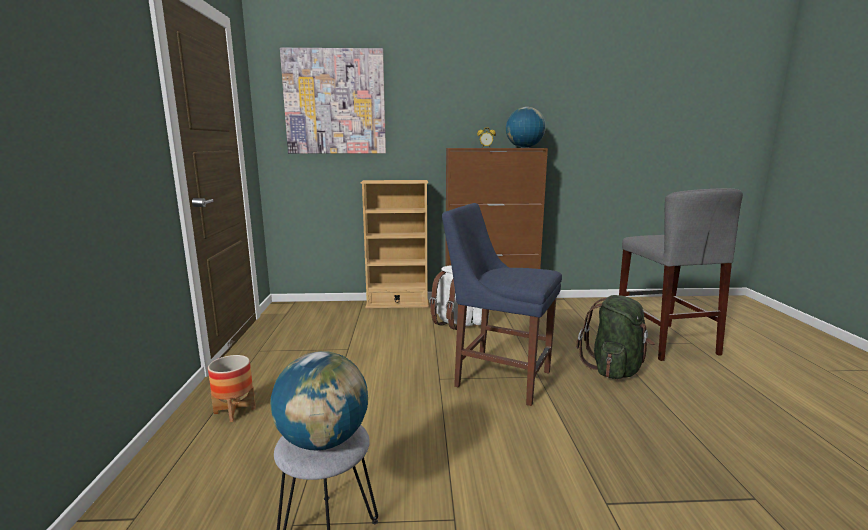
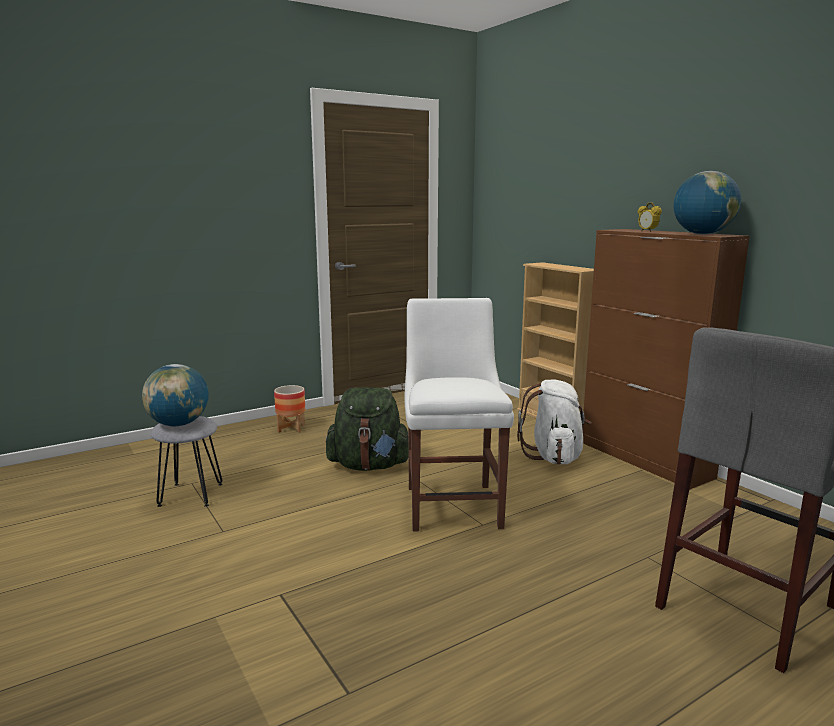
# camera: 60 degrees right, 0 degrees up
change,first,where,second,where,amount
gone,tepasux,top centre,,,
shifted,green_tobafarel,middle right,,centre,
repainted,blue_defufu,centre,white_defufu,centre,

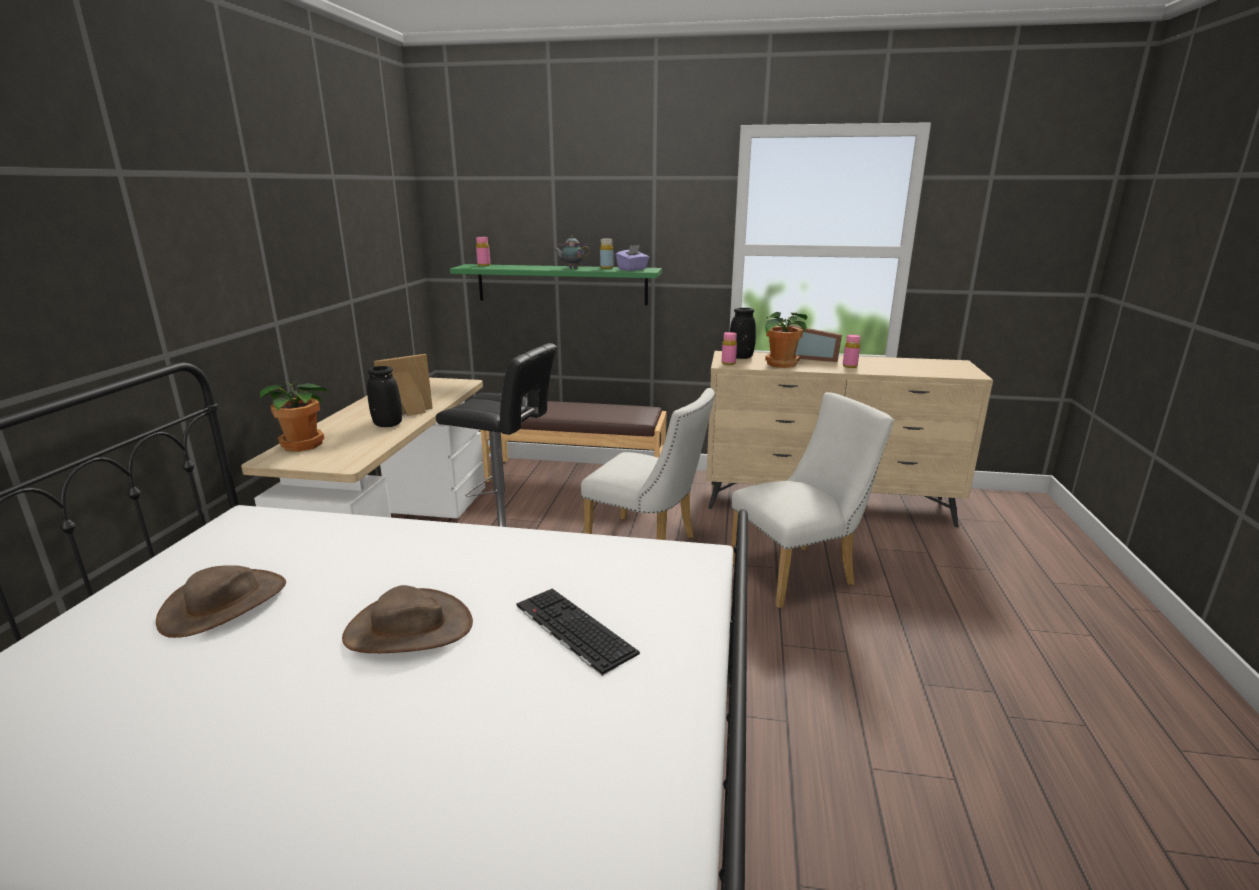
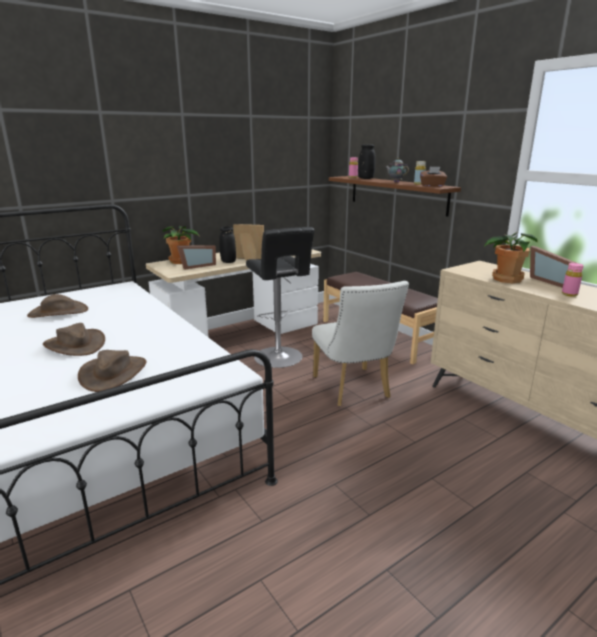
# camera: 45 degrees right, 0 degrees up
change,first,where,second,where,amount
gone,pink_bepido (no. 2 from left),centre,,,
gone,white_defufu (no. 2 from left),centre,,,
new,,,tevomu (no. 1 from left),middle left,
shifted,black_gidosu (no. 2 from left),centre,,top centre,
swapped,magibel,bottom centre,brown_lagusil (no. 3 from left),middle left,
repainted,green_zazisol,top centre,brown_zazisol,top centre,
repainted,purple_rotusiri,top centre,brown_rotusiri,top right,

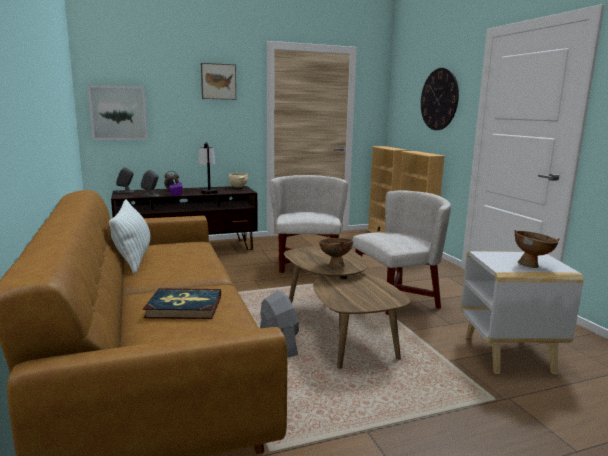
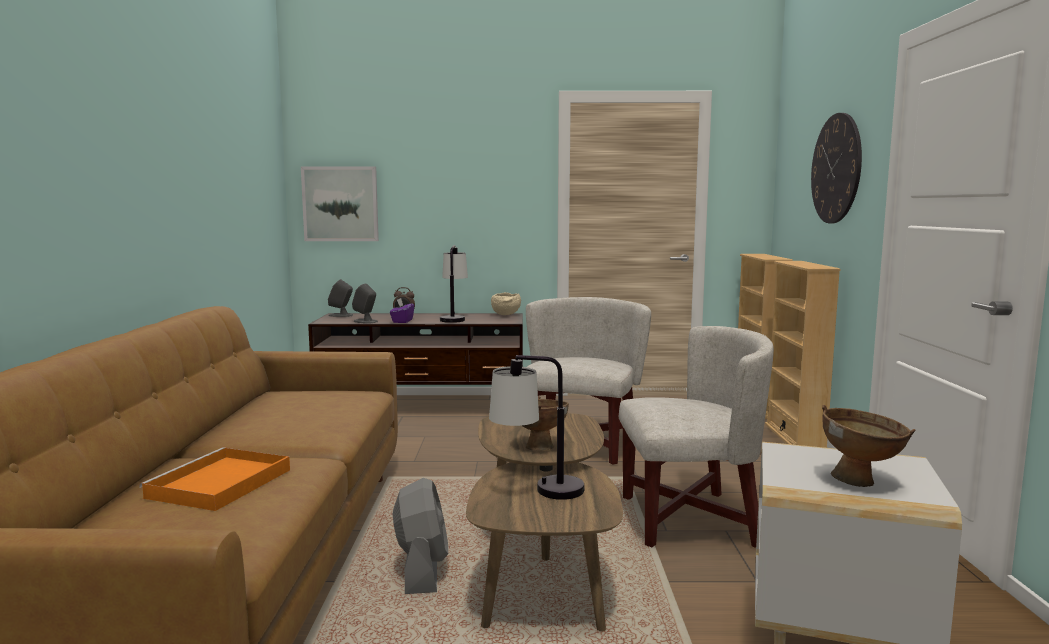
# camera: 20 degrees right, 5 degrees down
change,first,where,second,where,amount
gone,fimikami,middle left,,,
gone,tepasux (no. 2 from left),top centre,,,
new,,,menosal (no. 2 from left),centre,
swapped,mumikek,middle left,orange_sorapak,bottom left,

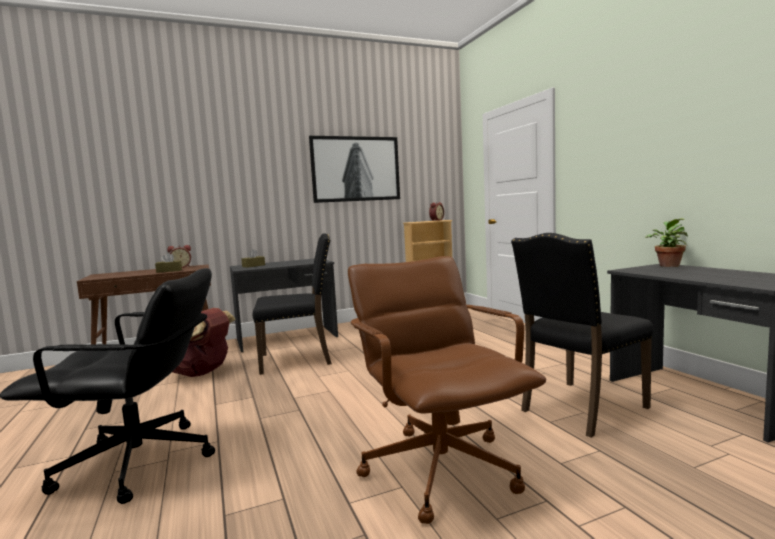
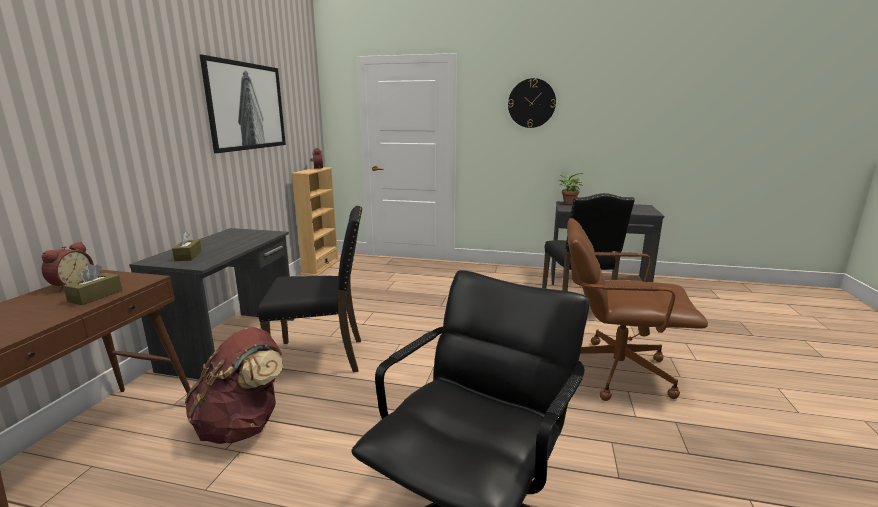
# camera: 55 degrees left, 10 degrees up
change,first,where,second,where,amount
new,,,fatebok,top centre,
rotated,black_defufu (no. 1 from left),centre,,centre,60 degrees clockwise

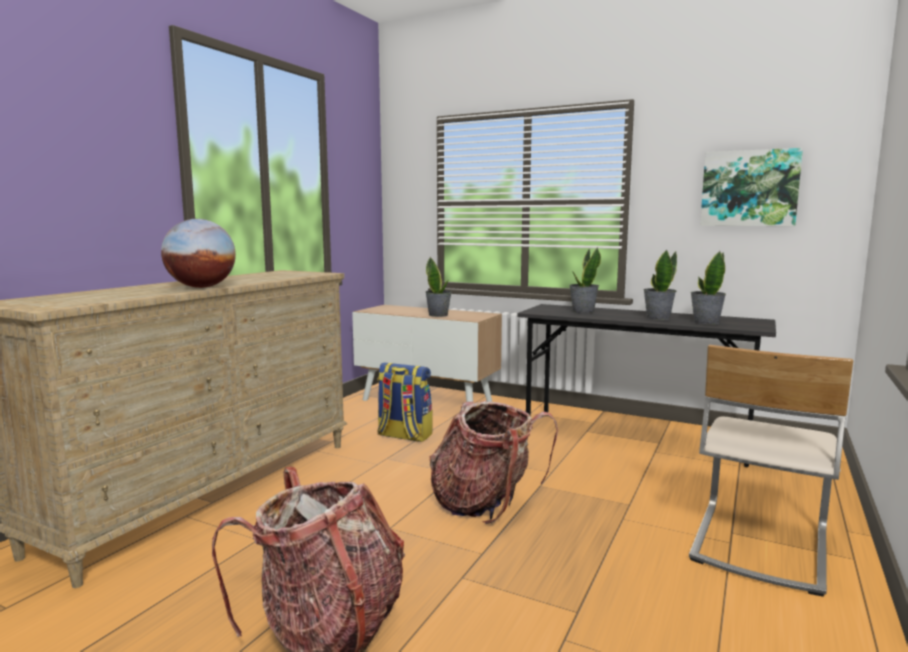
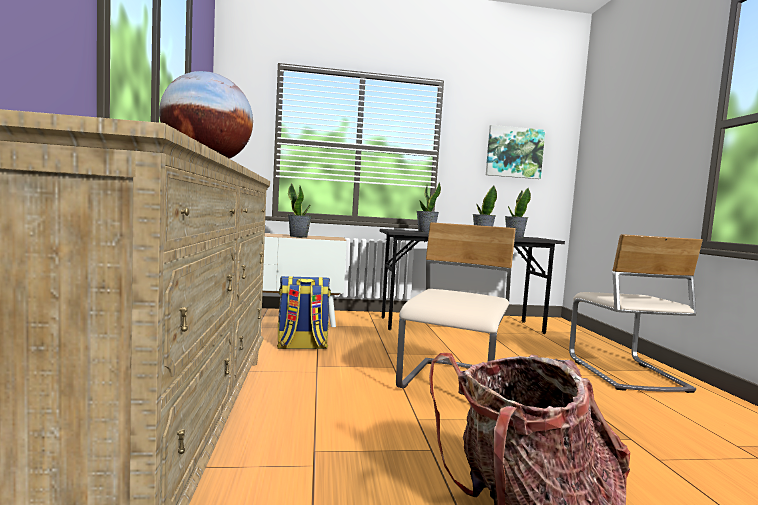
# camera: 35 degrees left, 5 degrees down
change,first,where,second,where,amount
swapped,tobafarel (no. 3 from left),bottom centre,beige_defufu (no. 1 from left),centre,

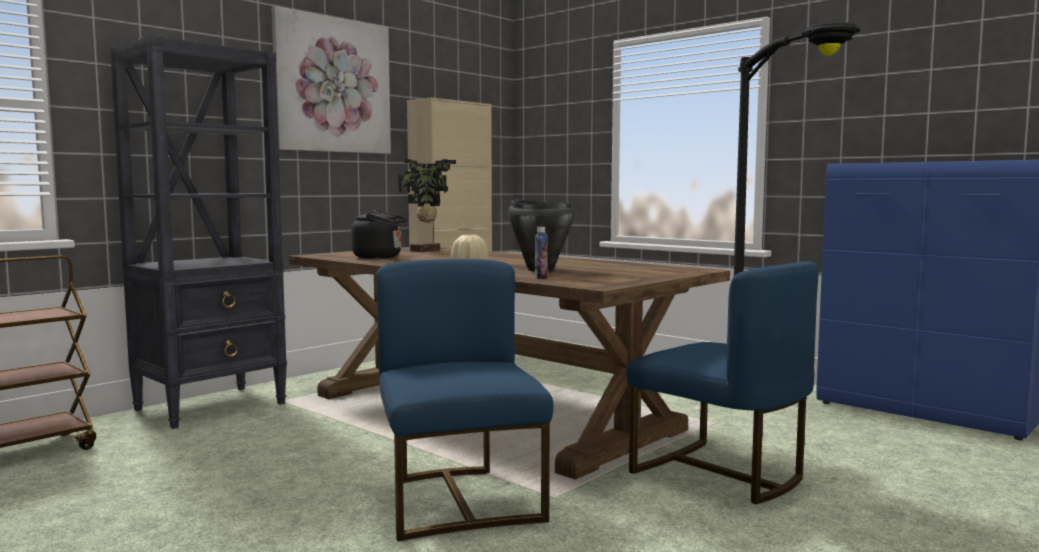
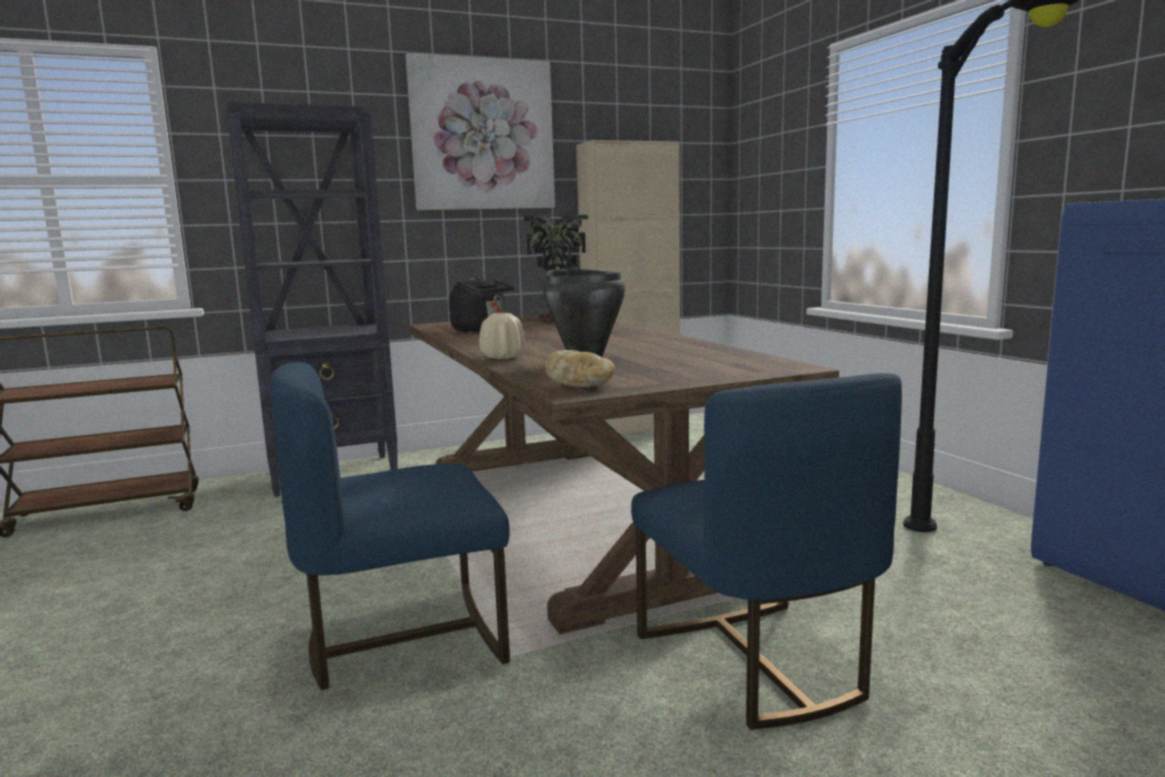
# camera: 25 degrees right, 5 degrees up
change,first,where,second,where,amount
gone,bepido,centre,,,
new,,,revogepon,centre,
rotated,blue_defufu (no. 1 from left),bottom centre,,bottom centre,120 degrees counterclockwise

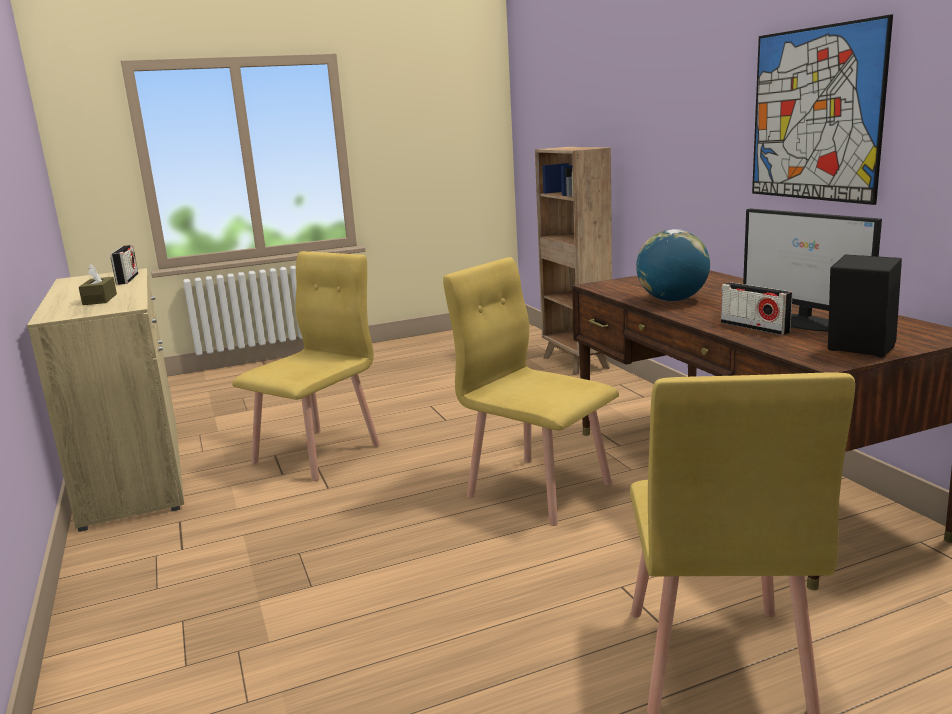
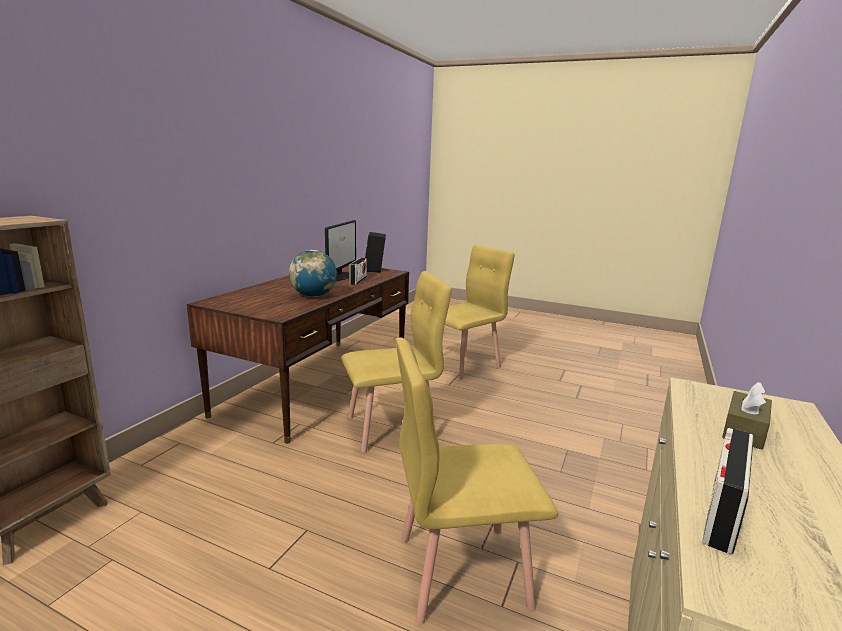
# camera: 135 degrees left, 0 degrees up
change,first,where,second,where,amount
gone,tepasux,top right,,,
rotated,yellow_defufu (no. 2 from left in the first image),centre,yellow_defufu (no. 1 from left),centre,105 degrees counterclockwise

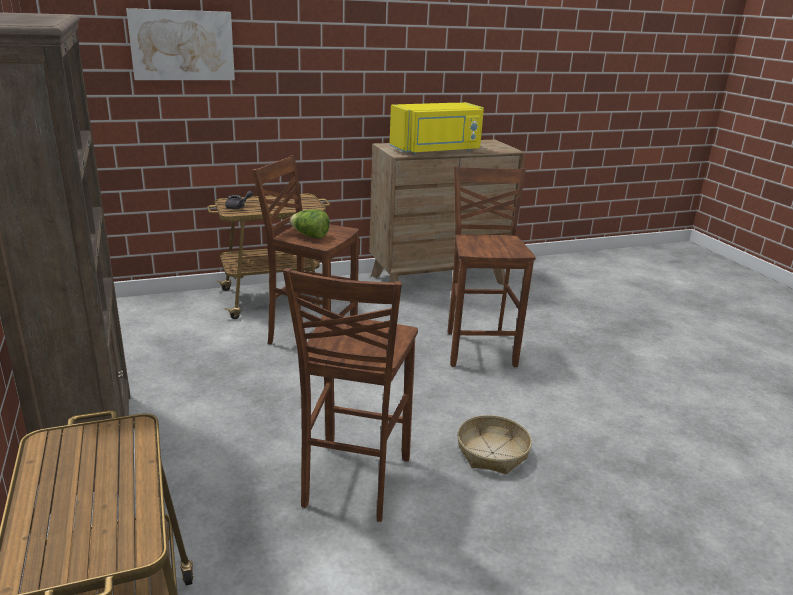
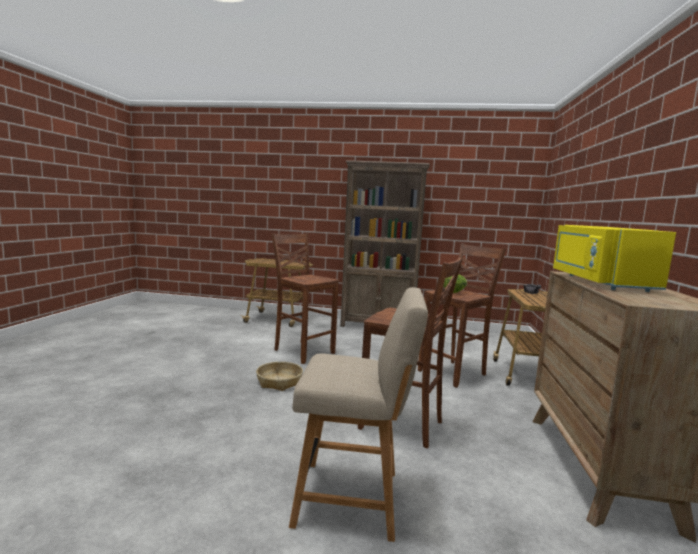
# camera: 120 degrees right, 15 degrees down
change,first,where,second,where,amount
gone,tepasux,top left,,,
new,,,beige_defufu,bottom centre,

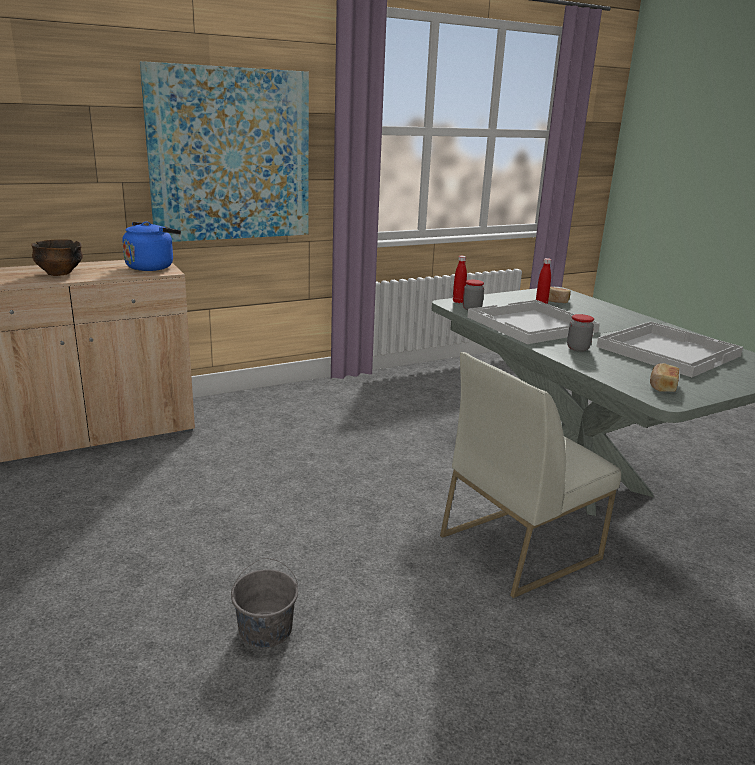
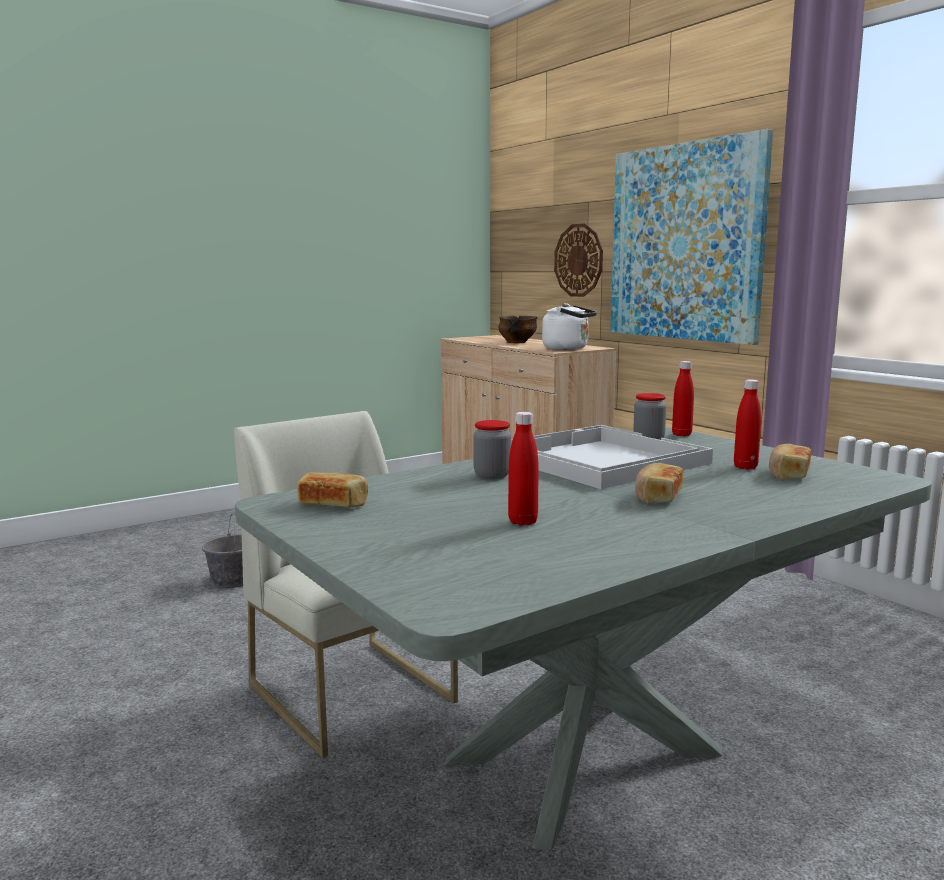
# camera: 85 degrees right, 10 degrees down
change,first,where,second,where,amount
new,,,fatebok,top centre,
new,,,revogepon (no. 2 from left),middle right,
swapped,white_sorapak (no. 2 from left),middle right,red_bepido (no. 1 from left),centre,
repainted,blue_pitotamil,top left,white_pitotamil,centre,

